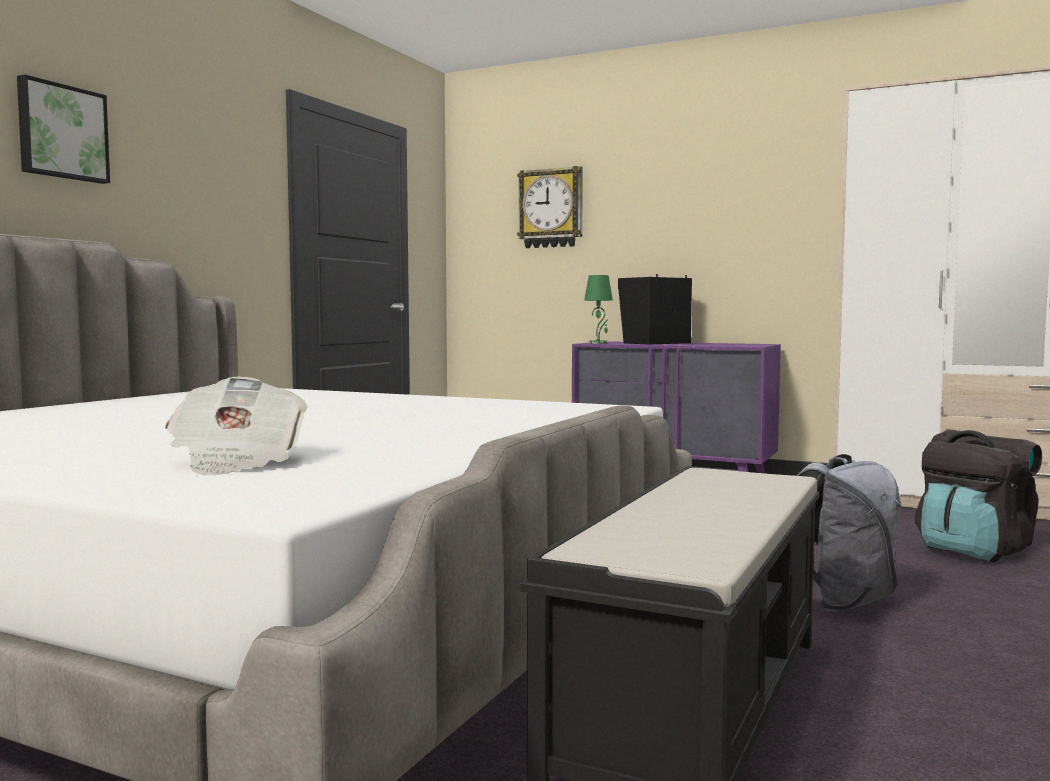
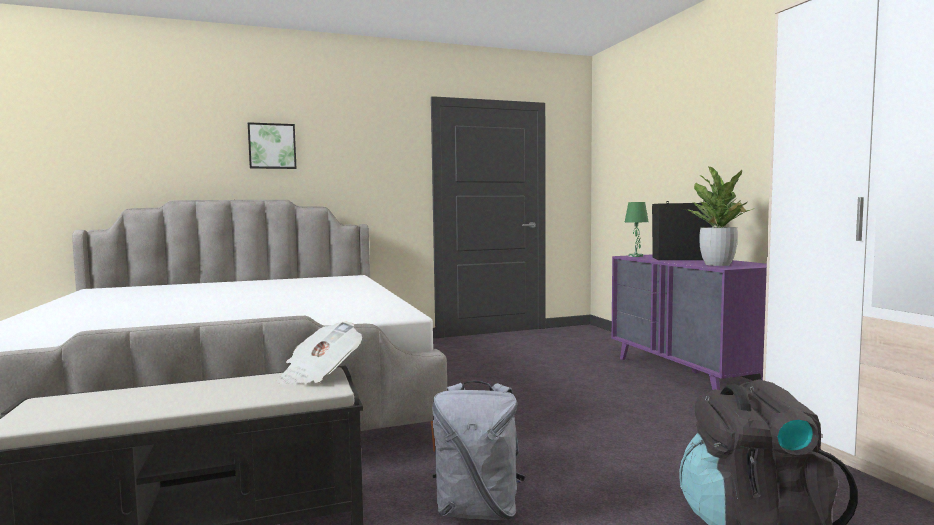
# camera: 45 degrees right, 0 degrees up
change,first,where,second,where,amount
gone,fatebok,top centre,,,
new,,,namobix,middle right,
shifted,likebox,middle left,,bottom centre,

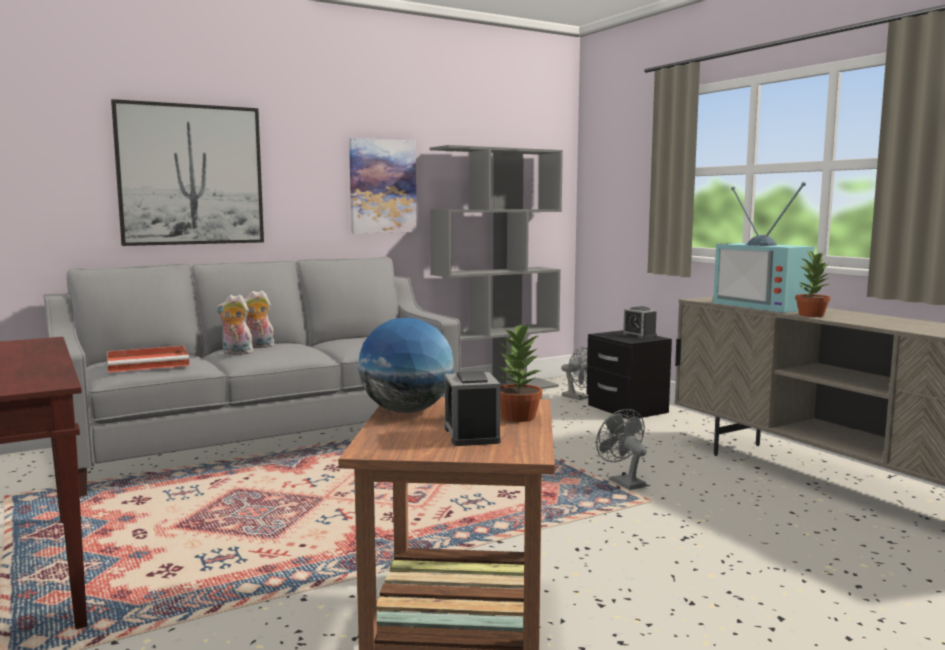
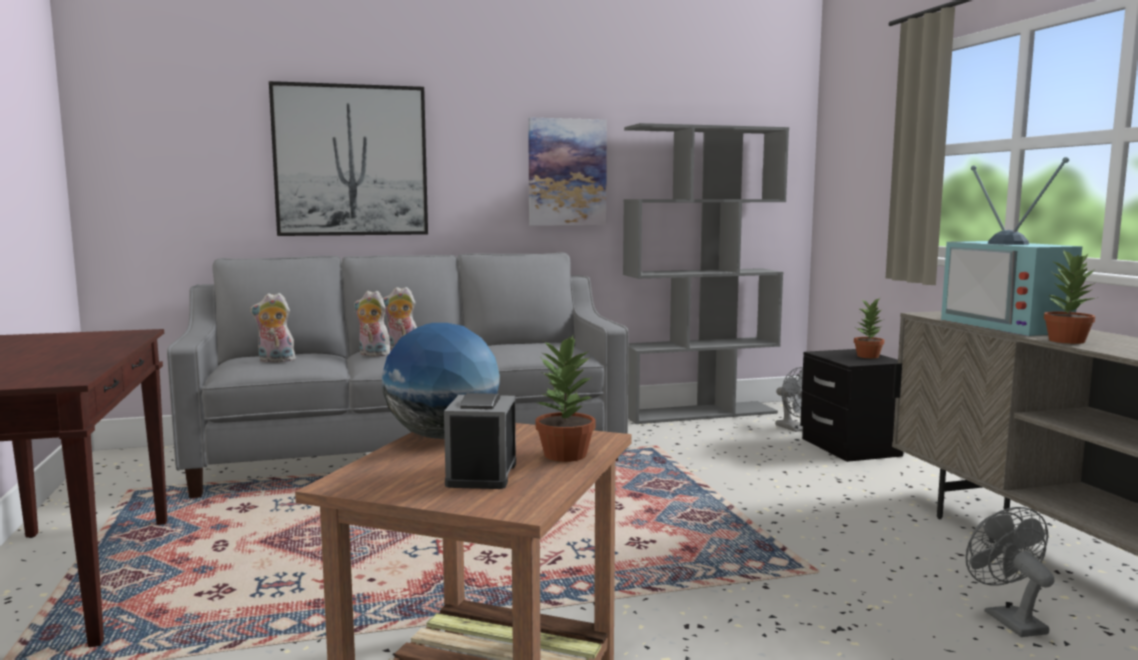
# camera: 15 degrees right, 0 degrees up
change,first,where,second,where,amount
shifted,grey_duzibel (no. 2 from left),bottom centre,,bottom right,
swapped,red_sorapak,middle left,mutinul (no. 1 from left),middle left,
swapped,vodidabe (no. 2 from left),middle right,namobix (no. 2 from left),middle right,

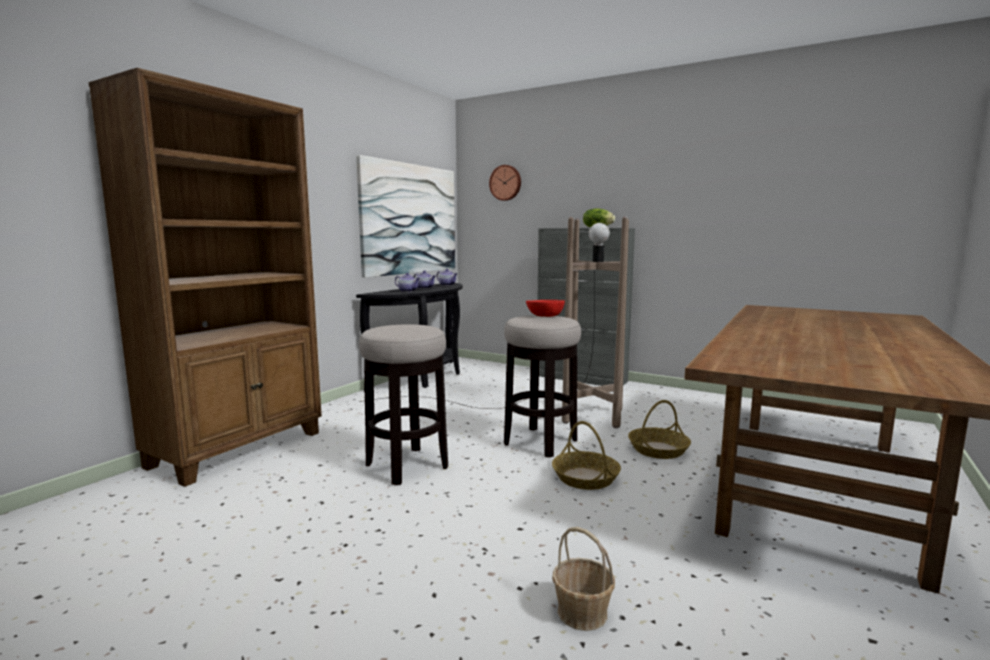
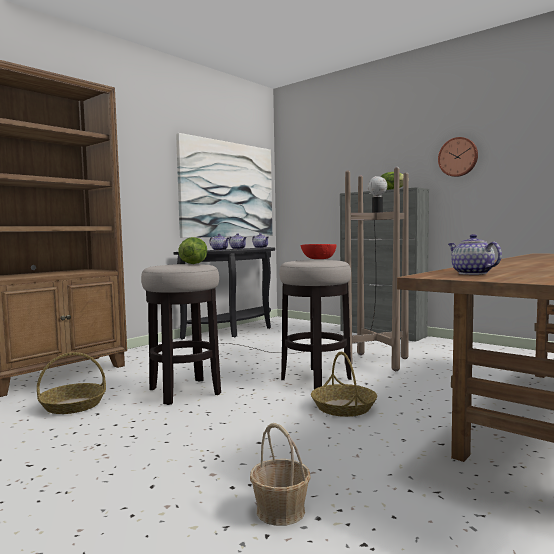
# camera: 10 degrees right, 5 degrees down
change,first,where,second,where,amount
new,,,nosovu (no. 1 from left),centre,
new,,,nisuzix (no. 4 from left),middle right,
shifted,fatebok,top centre,,top right,
shifted,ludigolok (no. 3 from left in the first image),centre,ludigolok (no. 1 from left),bottom left,

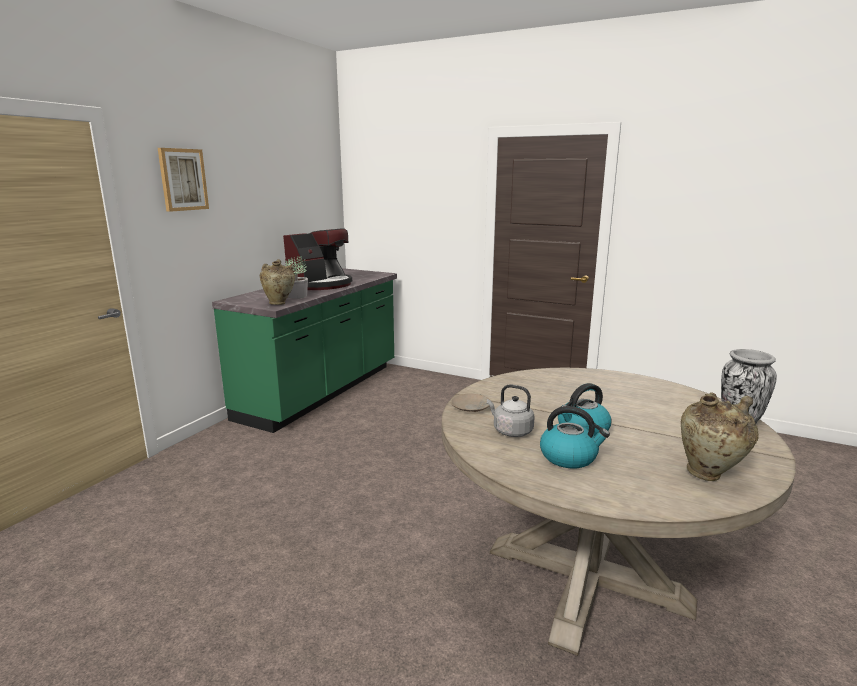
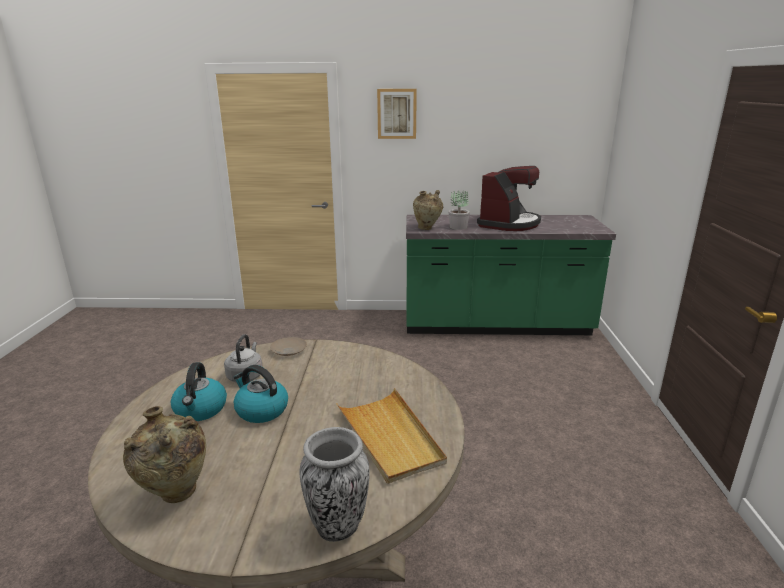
# camera: 65 degrees right, 5 degrees up
change,first,where,second,where,amount
new,,,beige_sorapak,bottom centre,
rotated,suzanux,centre,,centre,75 degrees counterclockwise

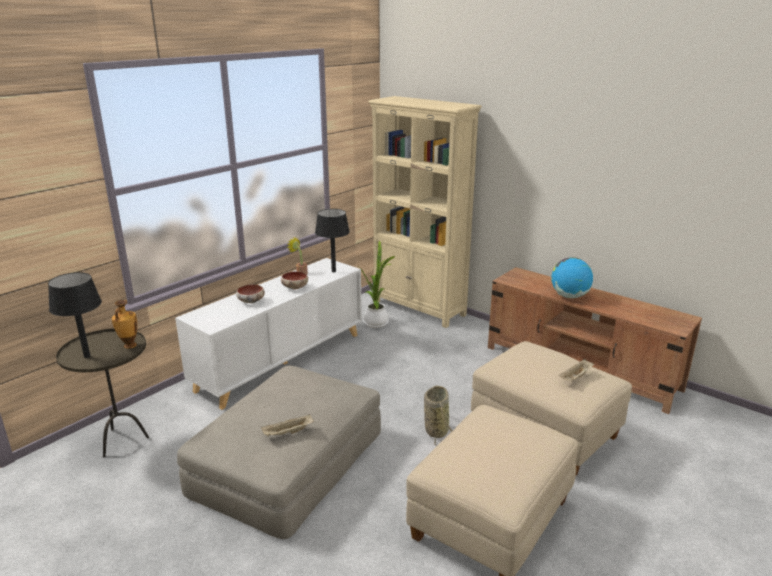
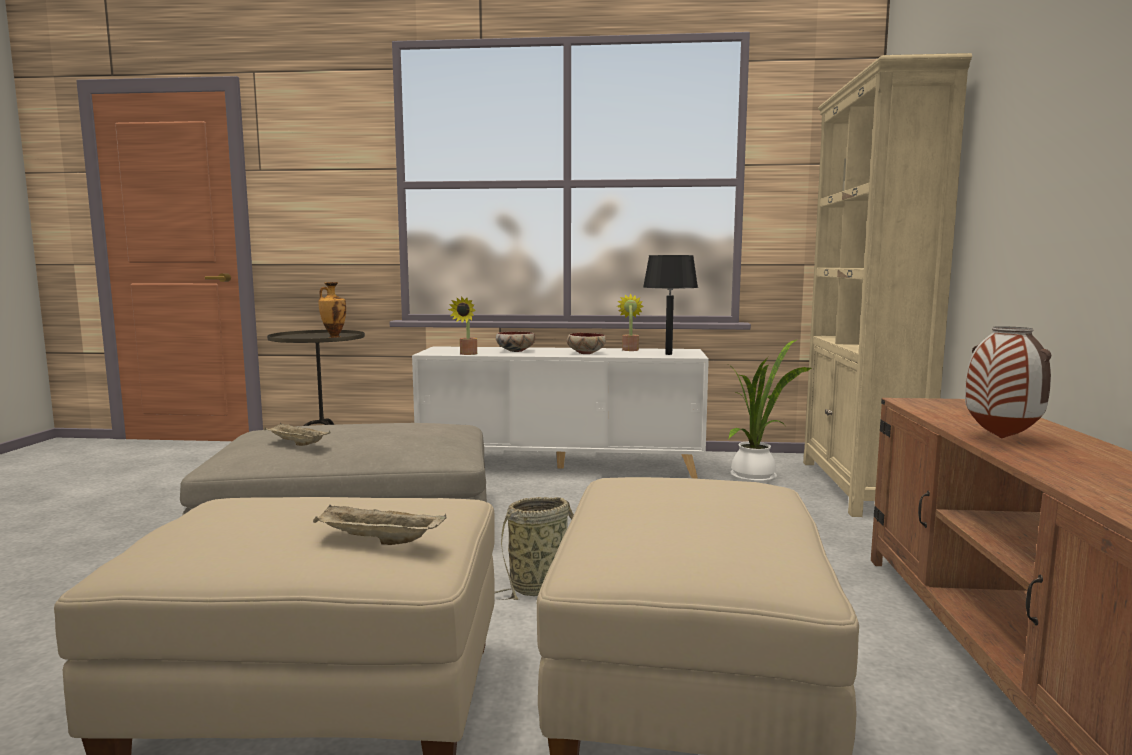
# camera: 55 degrees right, 15 degrees down
change,first,where,second,where,amount
gone,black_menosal (no. 1 from left),middle left,,,
new,,,namobix (no. 1 from left),centre,
shifted,beige_sorapak (no. 2 from left),middle right,,bottom centre,
swapped,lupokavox,middle right,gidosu (no. 2 from left),middle right,

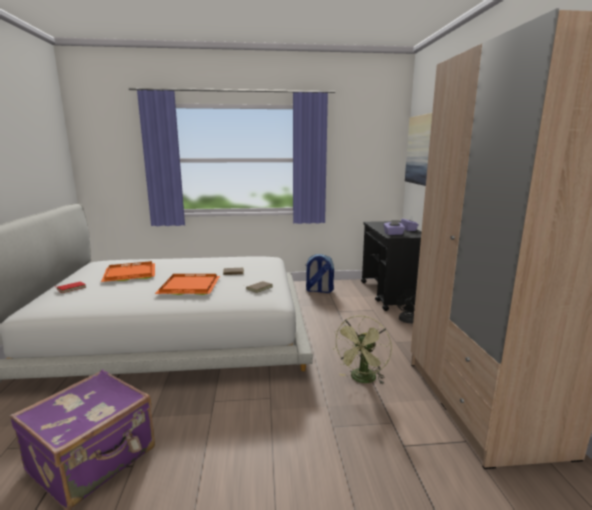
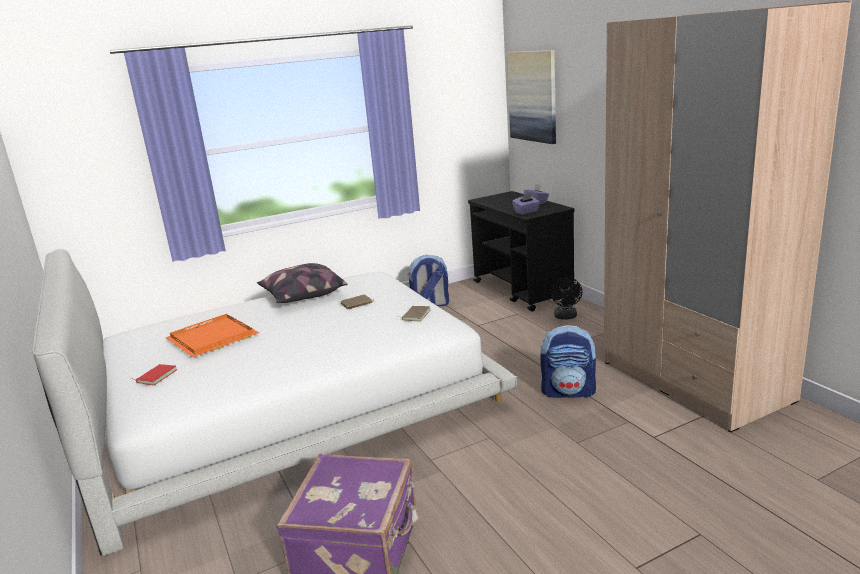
# camera: 20 degrees left, 5 degrees up
change,first,where,second,where,amount
gone,orange_sorapak (no. 2 from left),middle left,,,
new,,,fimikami,centre,
swapped,green_duzibel,bottom centre,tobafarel (no. 2 from left),centre,

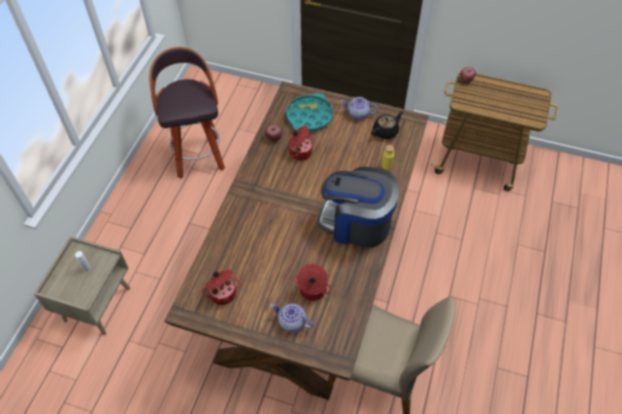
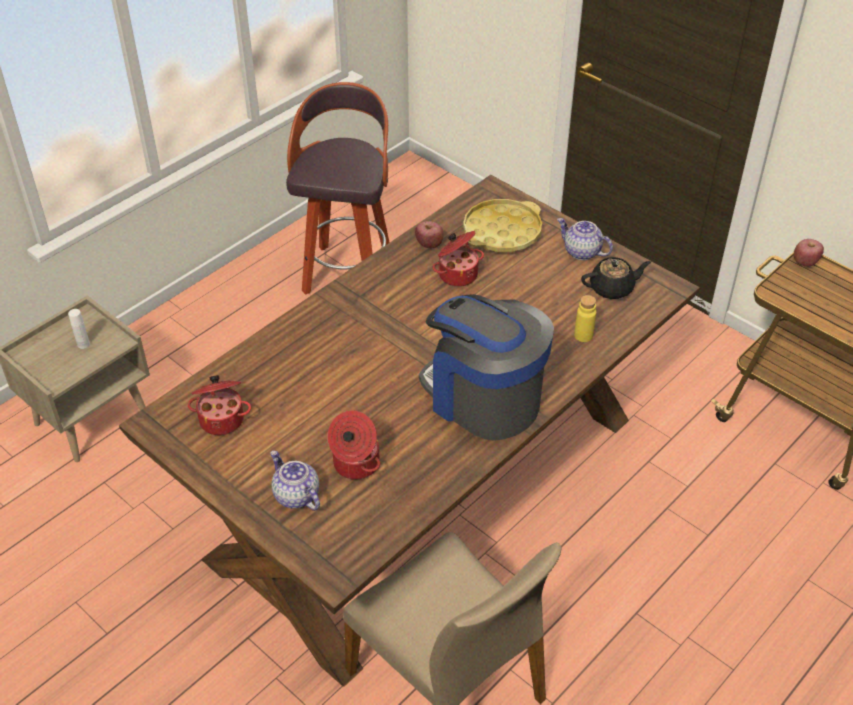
# camera: 25 degrees right, 10 degrees down
change,first,where,second,where,amount
repainted,turquoise_sorapak,top centre,yellow_sorapak,top centre,

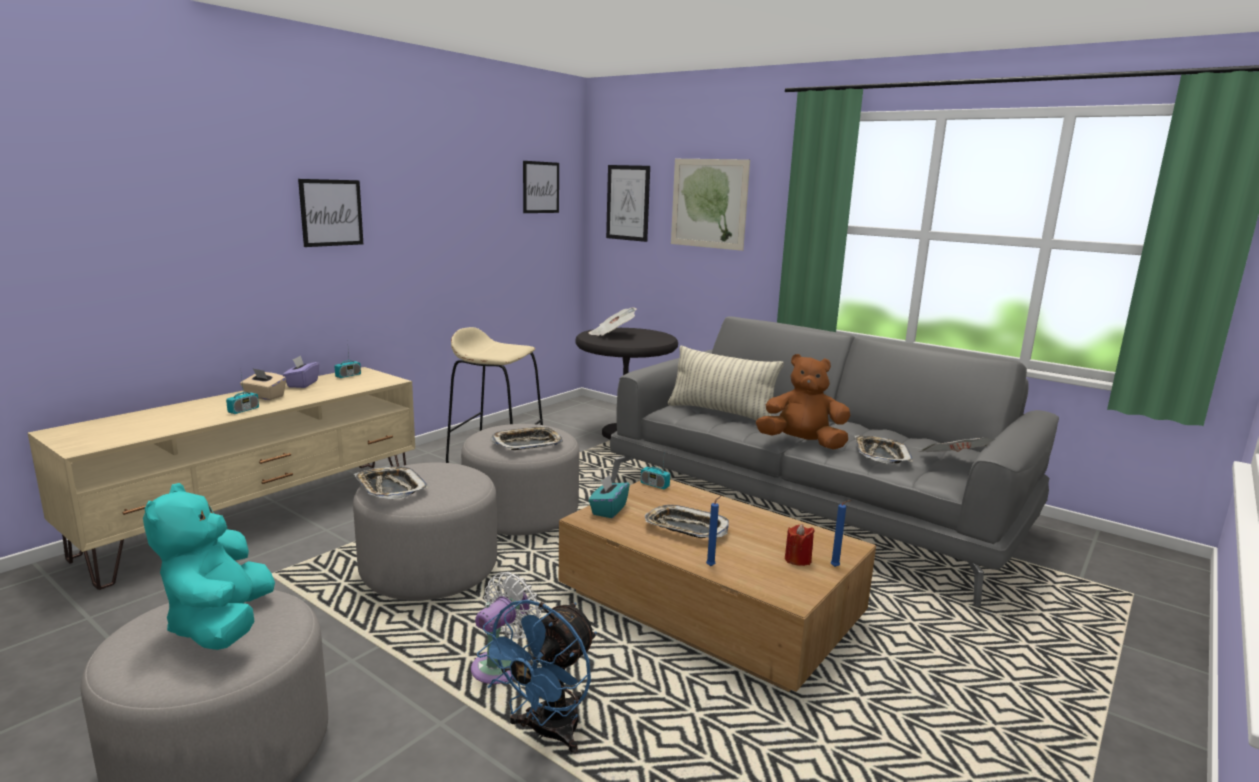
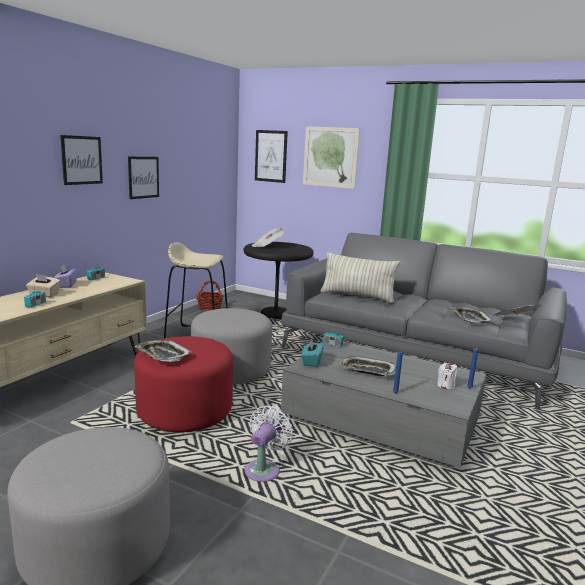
# camera: 10 degrees left, 0 degrees up
change,first,where,second,where,amount
gone,turquoise_mutinul,bottom left,,,
gone,blue_duzibel,bottom centre,,,
gone,sorapak (no. 2 from left),centre,,,
gone,brown_mutinul,centre,,,
new,,,ludigolok,centre,
shifted,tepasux (no. 2 from left),top centre,,top left,
repainted,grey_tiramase (no. 2 from left),bottom centre,red_tiramase,middle left,
repainted,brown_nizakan,bottom centre,grey_nizakan,bottom centre,
repainted,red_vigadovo,bottom centre,white_vigadovo,middle right,

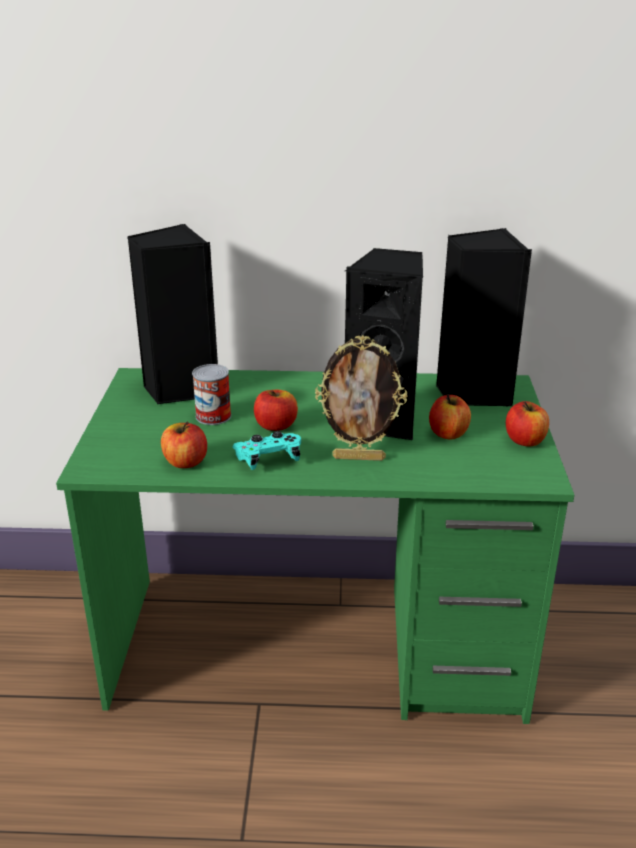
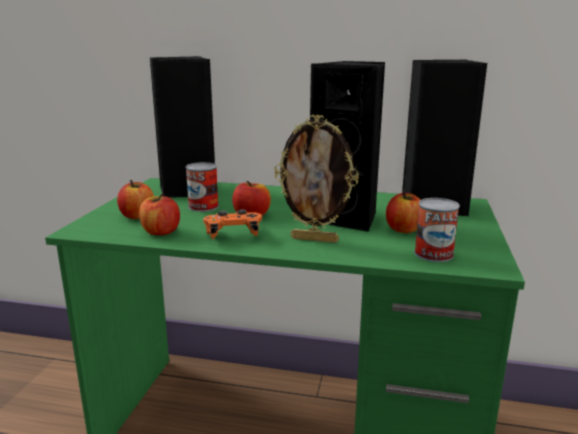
# camera: 10 degrees right, 10 degrees down
change,first,where,second,where,amount
new,,,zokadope (no. 2 from left),middle right,
shifted,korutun (no. 4 from left in the first image),middle right,korutun (no. 1 from left),middle left,
repainted,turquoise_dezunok,centre,orange_dezunok,centre,

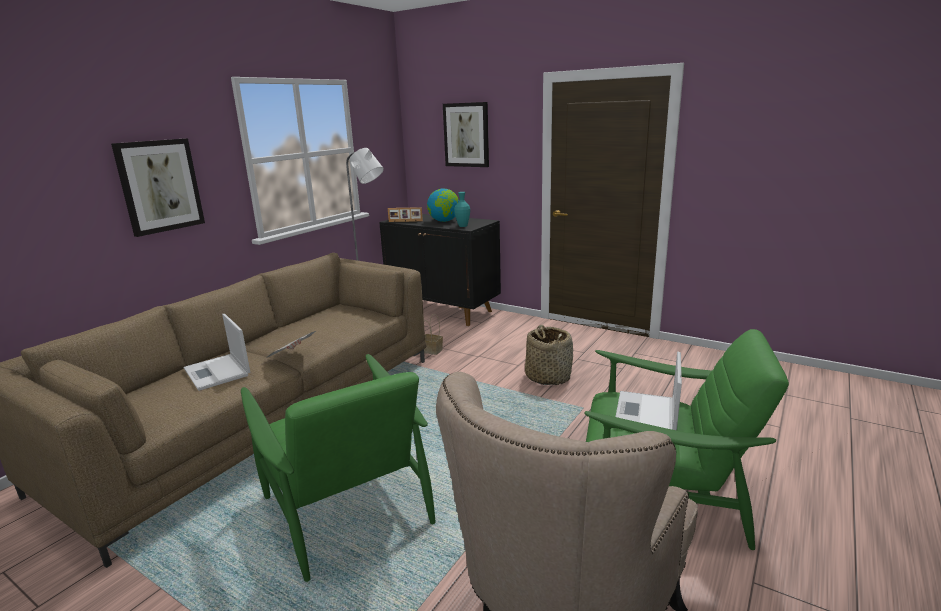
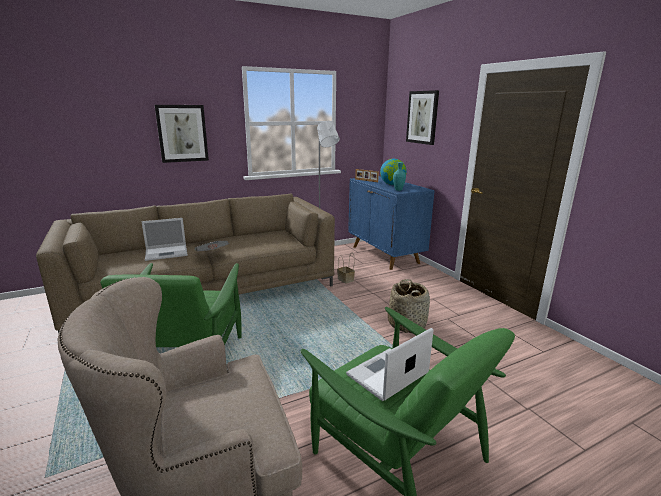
# camera: 30 degrees right, 0 degrees up
change,first,where,second,where,amount
repainted,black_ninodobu,centre,blue_ninodobu,centre,
rotated,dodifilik (no. 1 from left),middle left,,middle left,105 degrees counterclockwise

